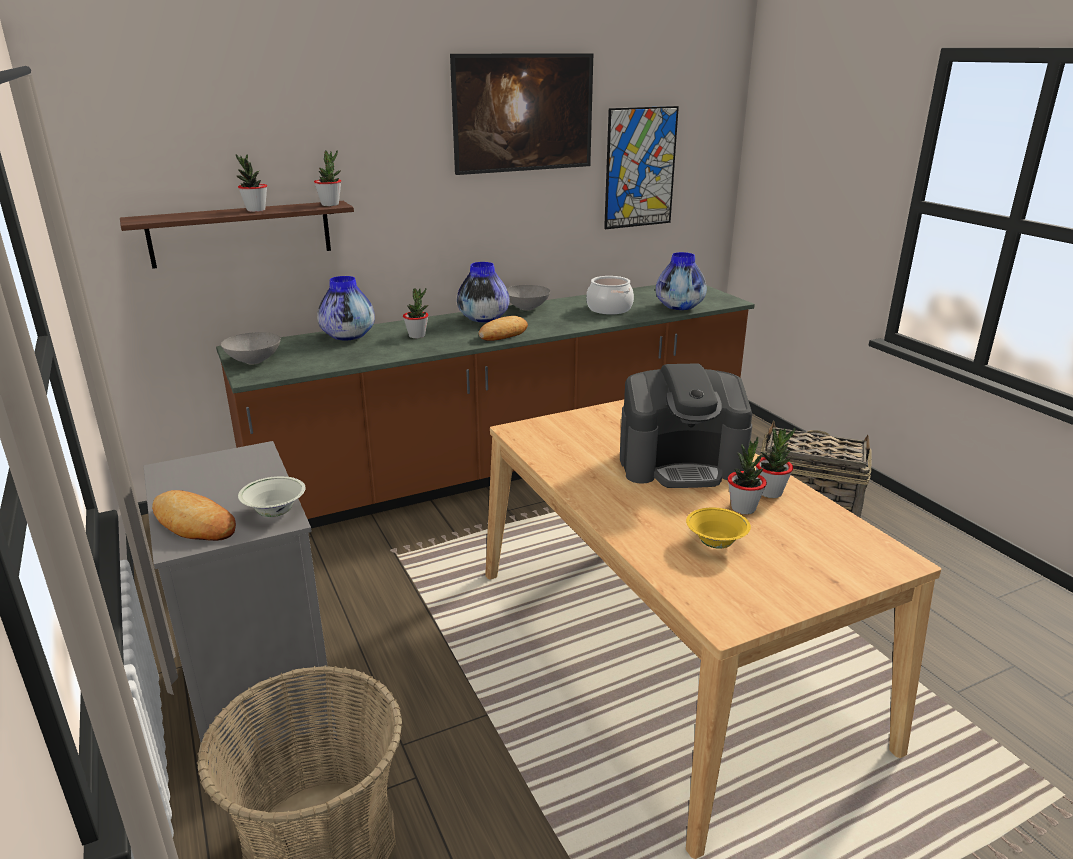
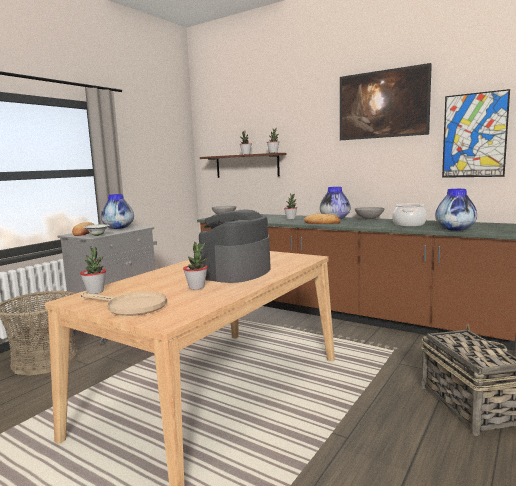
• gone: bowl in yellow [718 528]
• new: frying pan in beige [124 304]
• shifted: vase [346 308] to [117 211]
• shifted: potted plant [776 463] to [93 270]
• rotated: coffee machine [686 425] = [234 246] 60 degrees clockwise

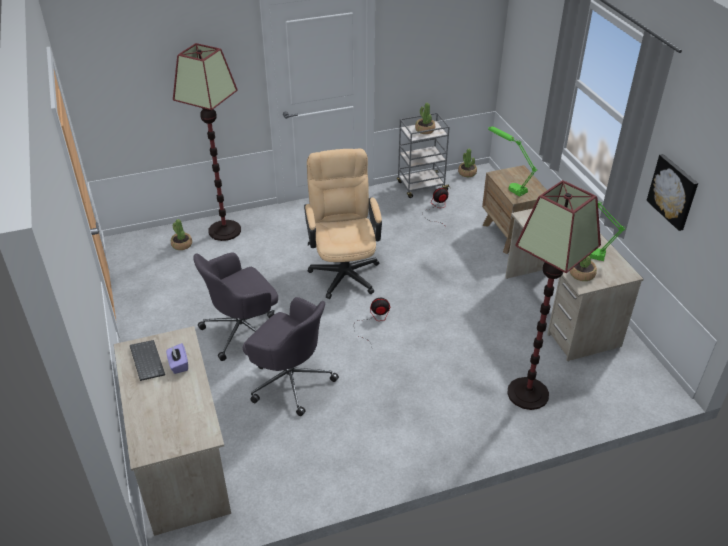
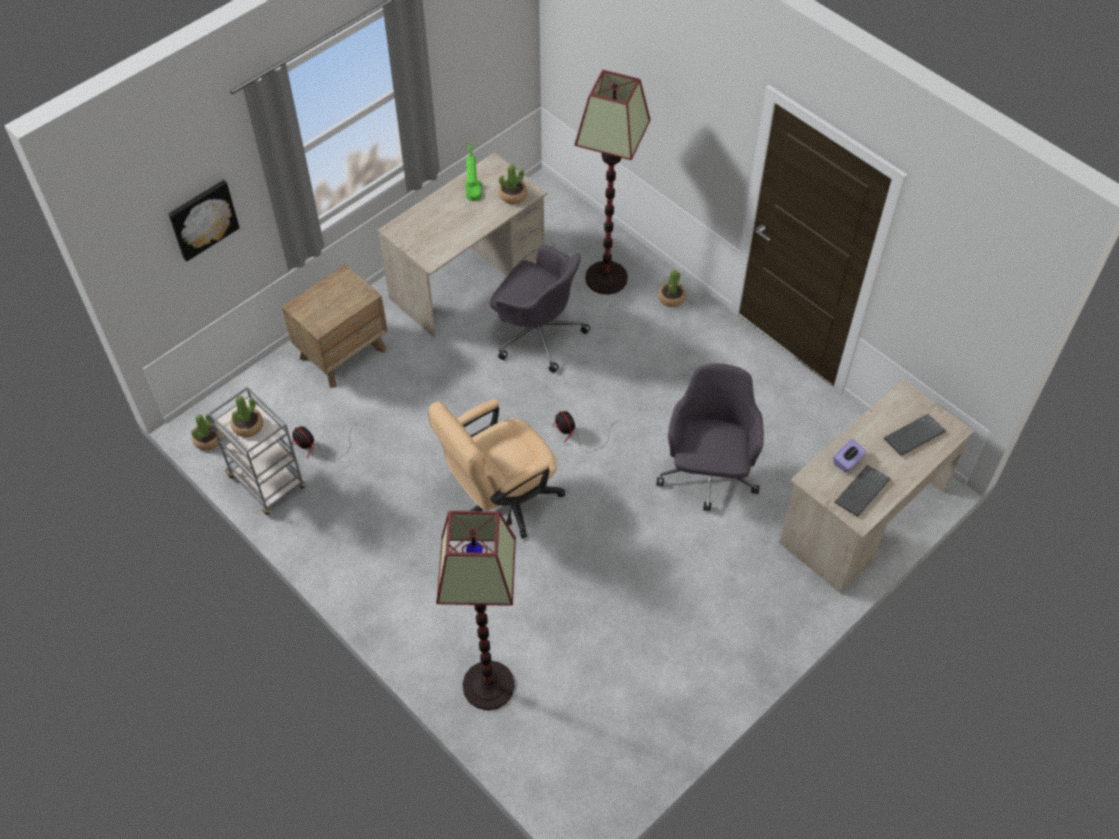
• gone: table lamp in green [512 162]
• new: keyboard [915 435]
• shifted: potted plant [181 234] to [672 288]
• shifted: office chair in grey [235 307] to [540 309]
• shifted: picture [672 192] to [204 220]

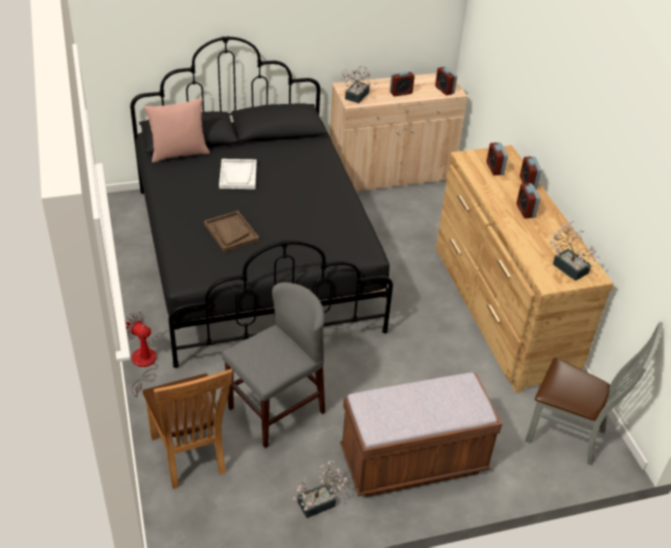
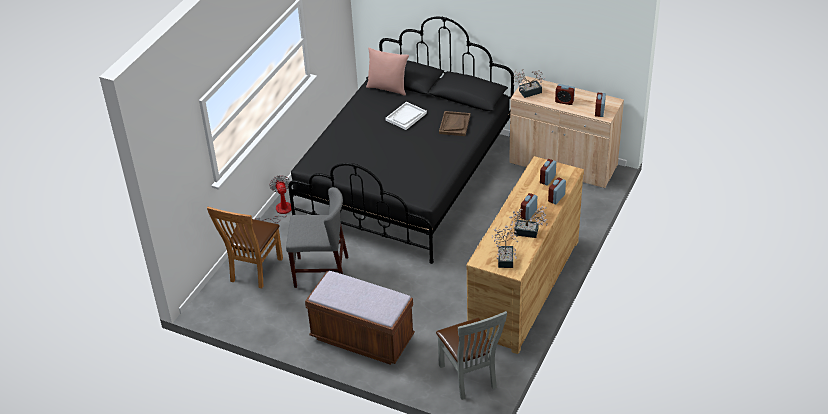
• shifted: tray in brown [231 231] to [455 123]
• shifted: potted plant [320 489] to [528 222]

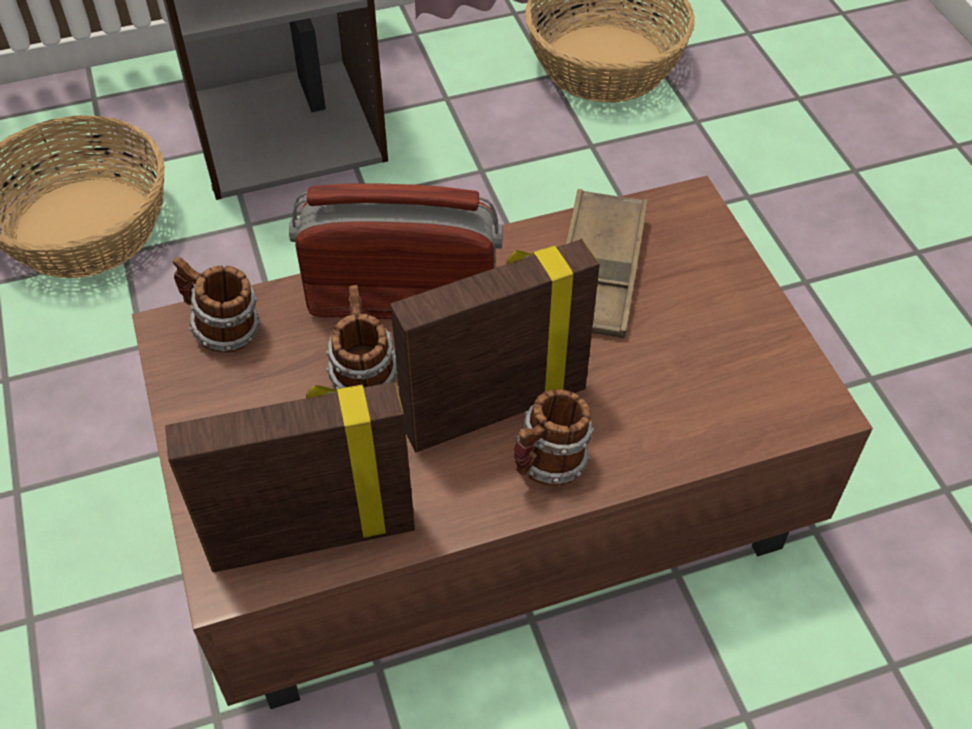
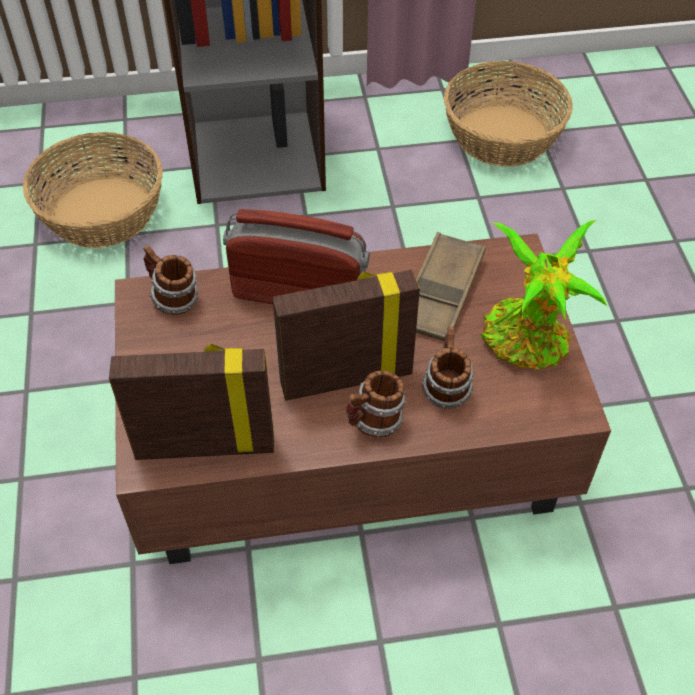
• new: potted plant [544 294]
• shifted: mug [361 337] to [447 368]

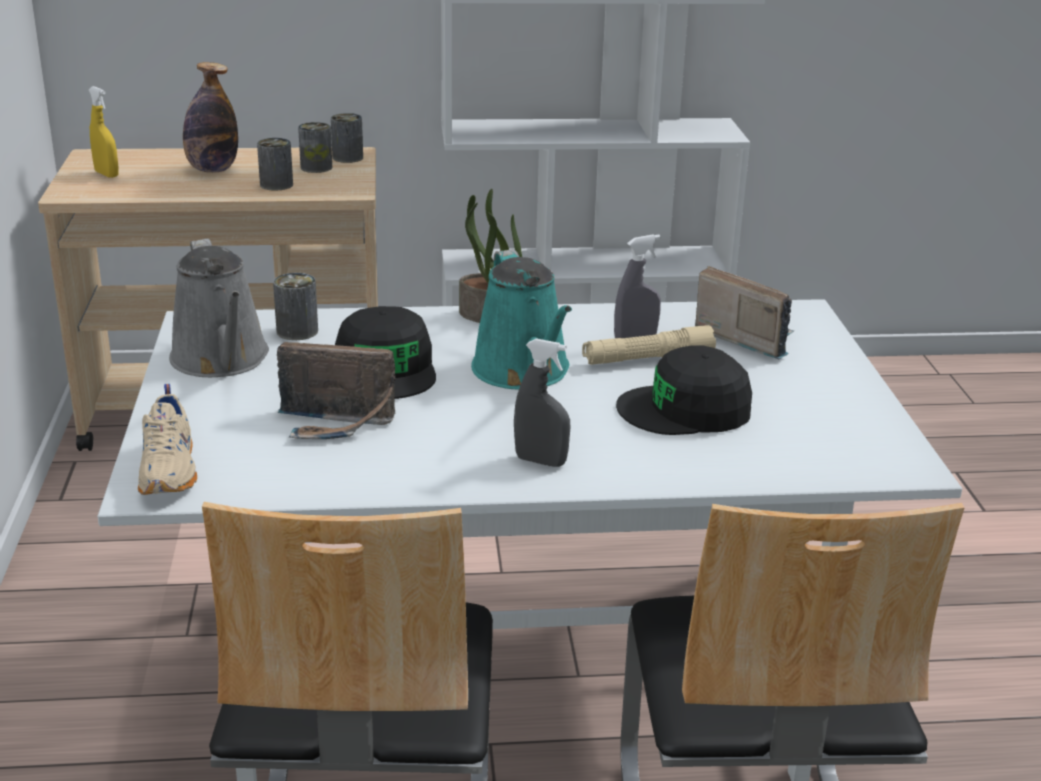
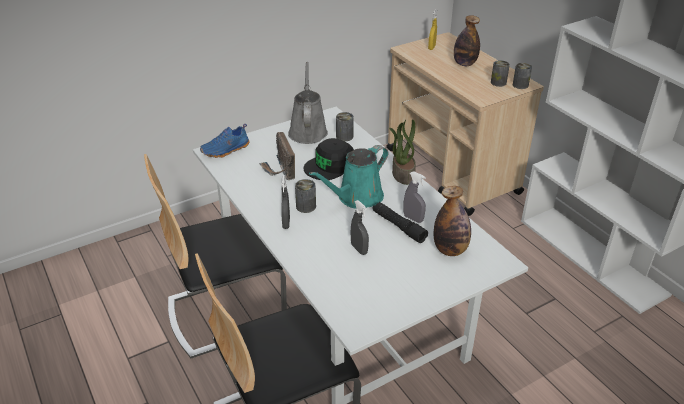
• shifted: can [275 164] to [305 196]
• swapped: cap in black [684 390] to spray bottle in grey [360 227]
• swapped: radio [744 313] to bottle [452 221]
• repainted: shoe in beige [167 439] to shoe in blue [224 141]
• repainted: flashlight in beige [649 345] to flashlight in black [400 222]
• rotated: watering can in grey [219 307] = [308 103] 135 degrees clockwise

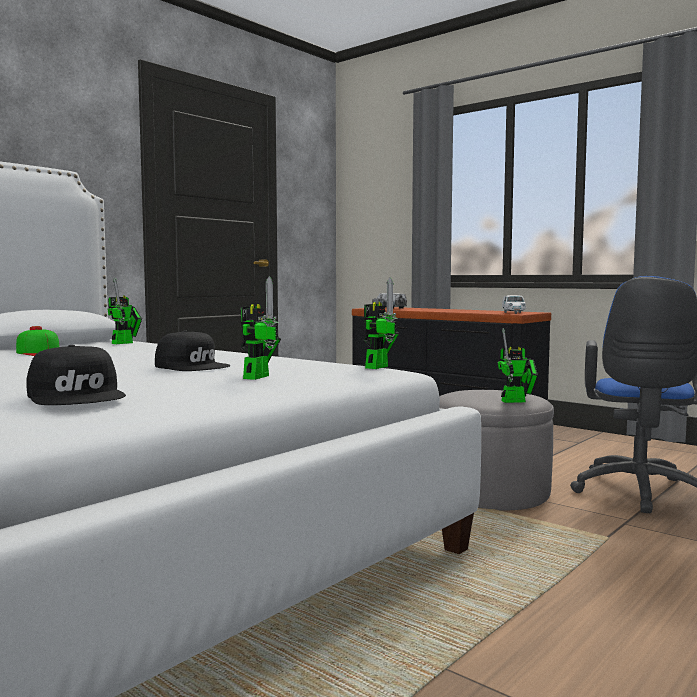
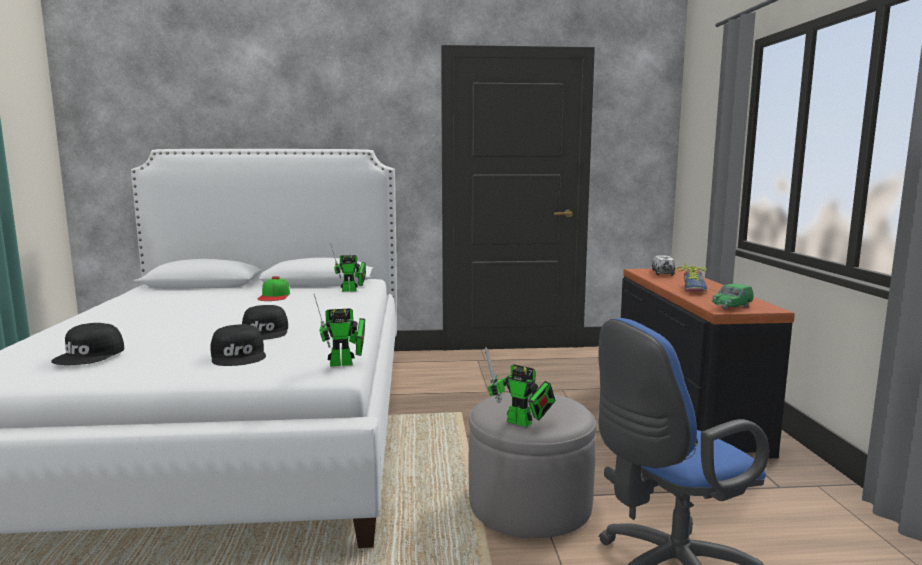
• new: shoe [692 277]
• swapped: toy robot [261 328] to cap in black [238 345]
• repainted: toy car in white [514 304] to toy car in green [733 296]

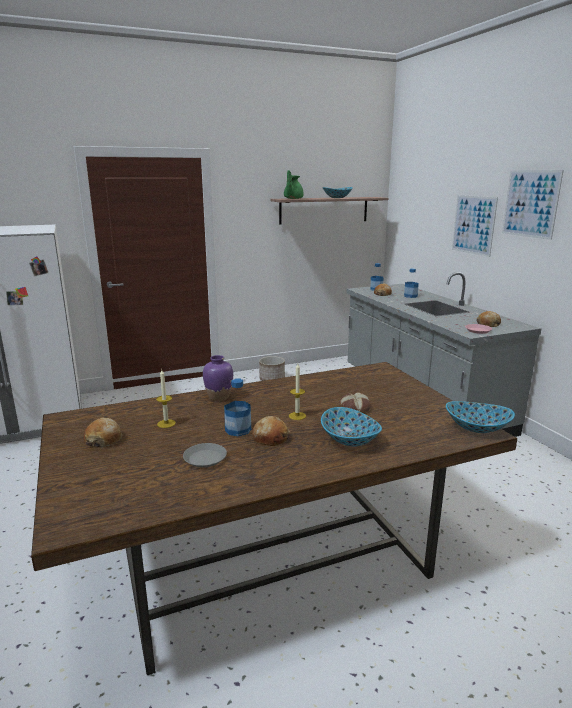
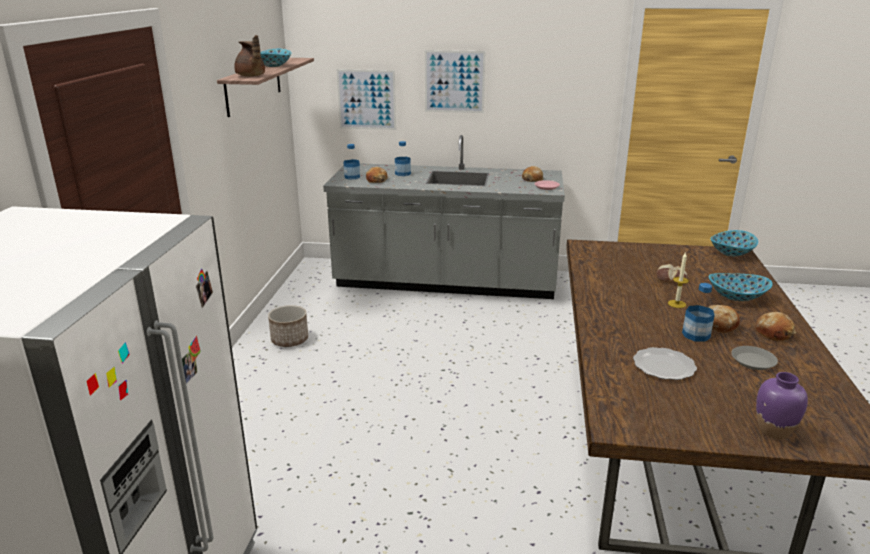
• shifted: bread [103 432] to [775 326]
• shifted: vase in purple [218 378] to [782 405]
• shifted: picture [533 205] to [366 99]
• swapped: candle [166 399] to plate [665 363]
• repainted: teapot in green [294 184] to teapot in brown [249 55]

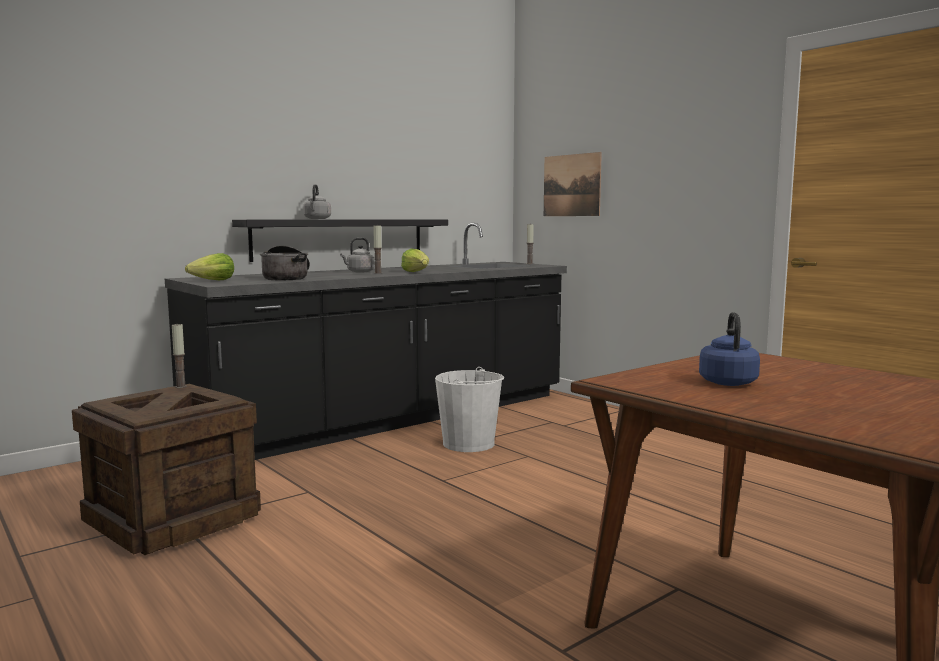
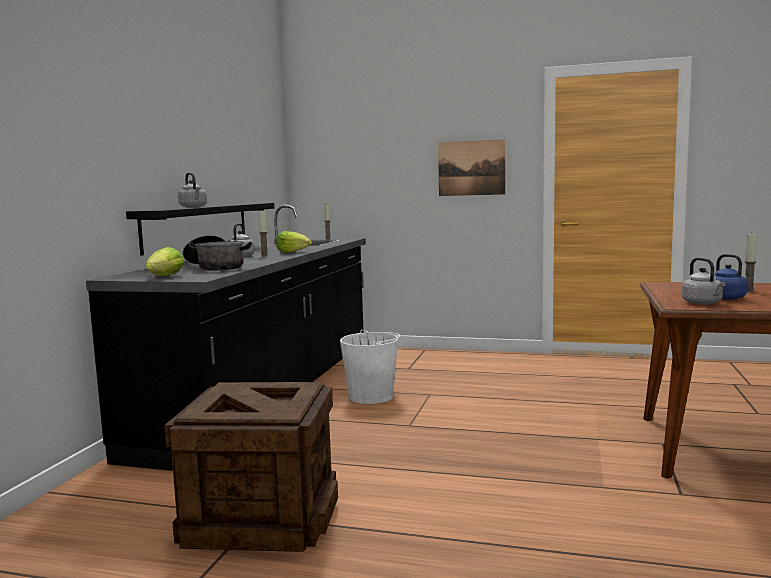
• new: kettle in grey [704 281]
• shifted: candle [179 356] to [751 263]
• shifted: picture [573 184] to [471 167]

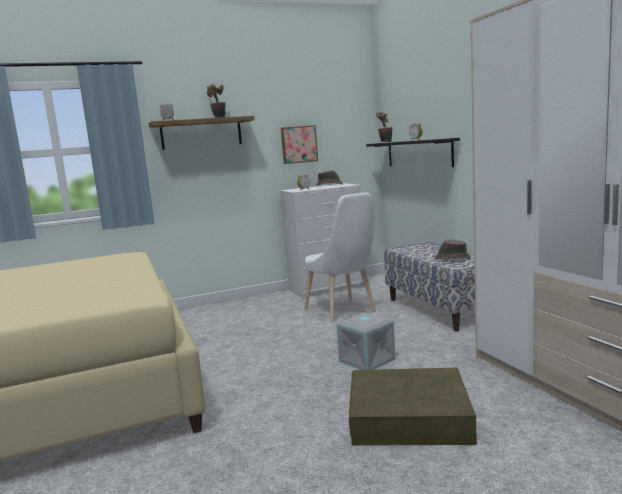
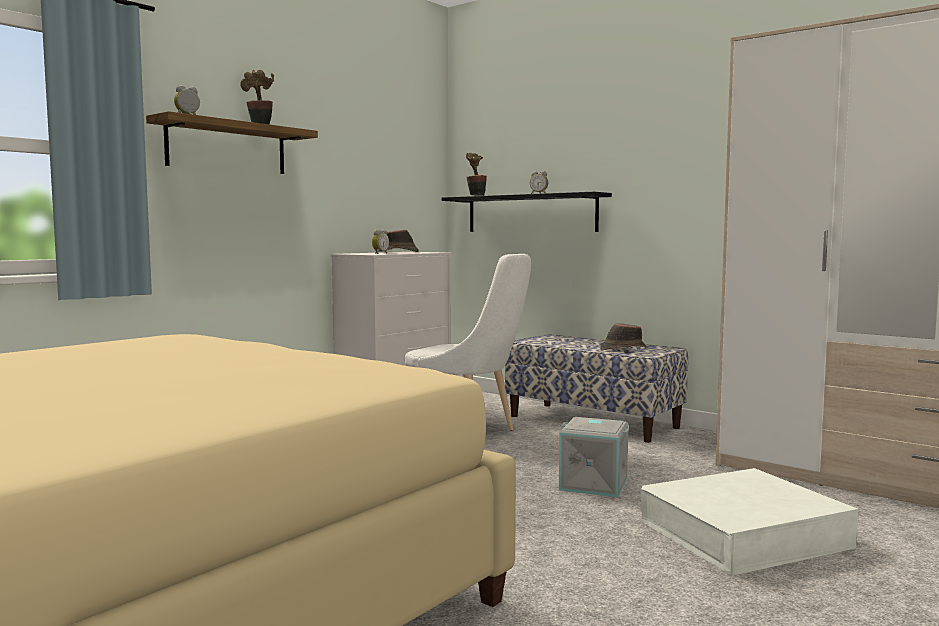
• gone: picture [299 144]
• repainted: storage box in brown [413 407] to storage box in white [749 522]

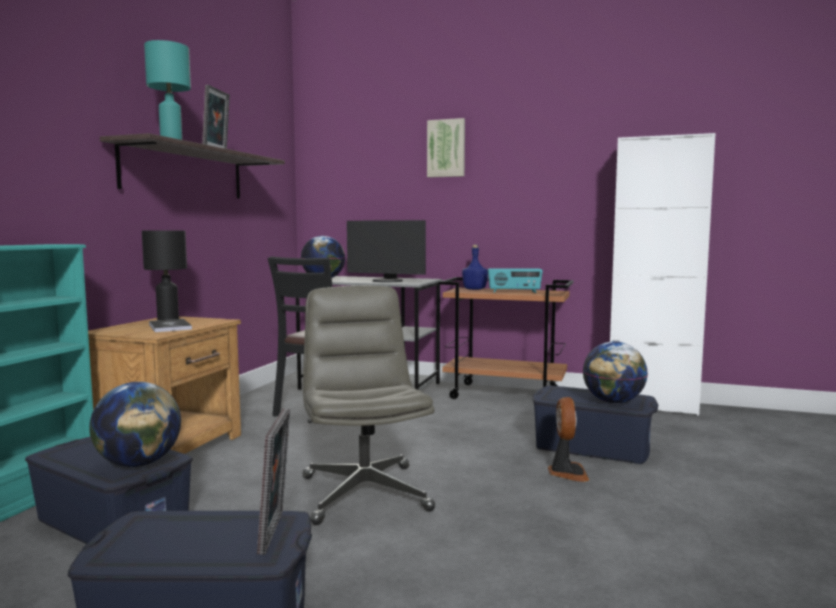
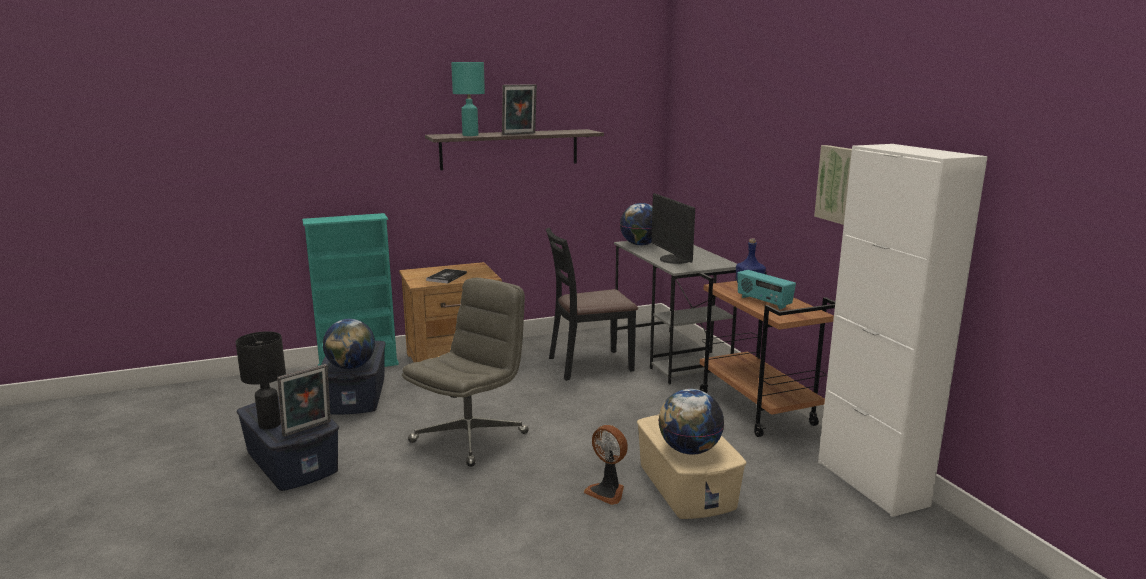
• shifted: table lamp in black [164 275] to [261 380]
• shifted: picture [446 148] to [833 185]
• repainted: storage box in blue [595 425] to storage box in beige [691 467]
• rotated: fan [568 439] = [606 465] 75 degrees clockwise

